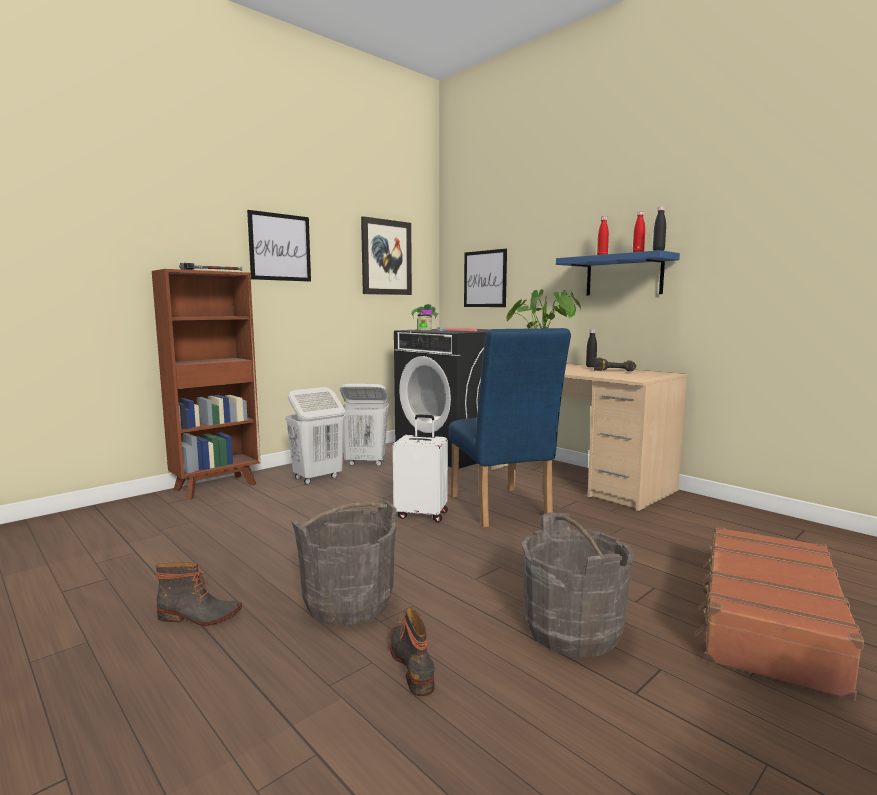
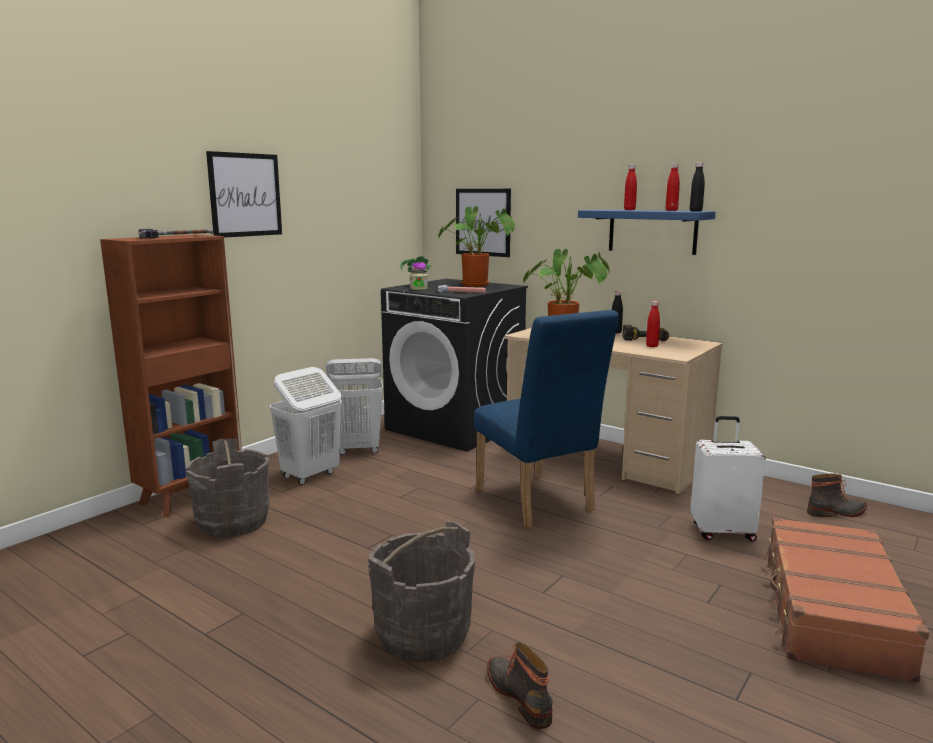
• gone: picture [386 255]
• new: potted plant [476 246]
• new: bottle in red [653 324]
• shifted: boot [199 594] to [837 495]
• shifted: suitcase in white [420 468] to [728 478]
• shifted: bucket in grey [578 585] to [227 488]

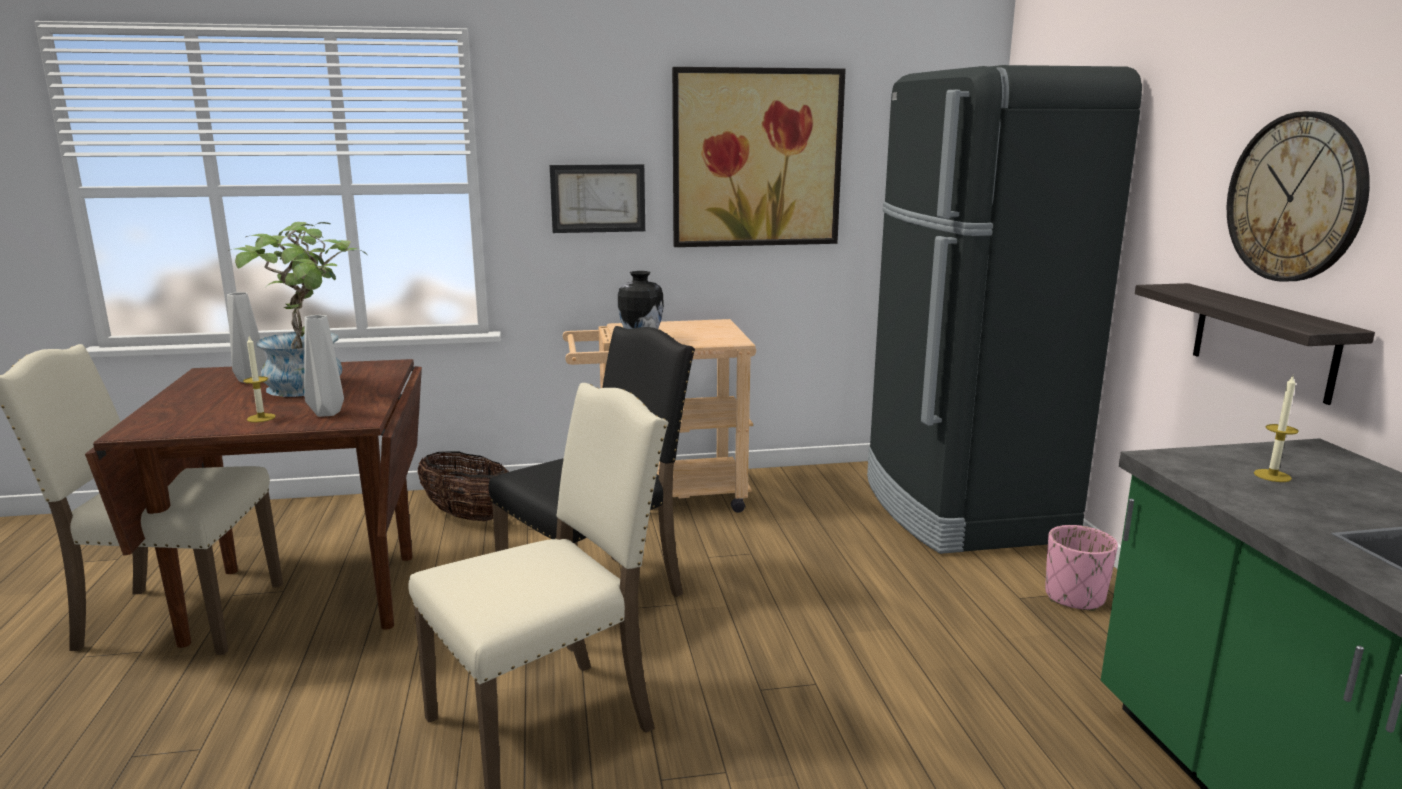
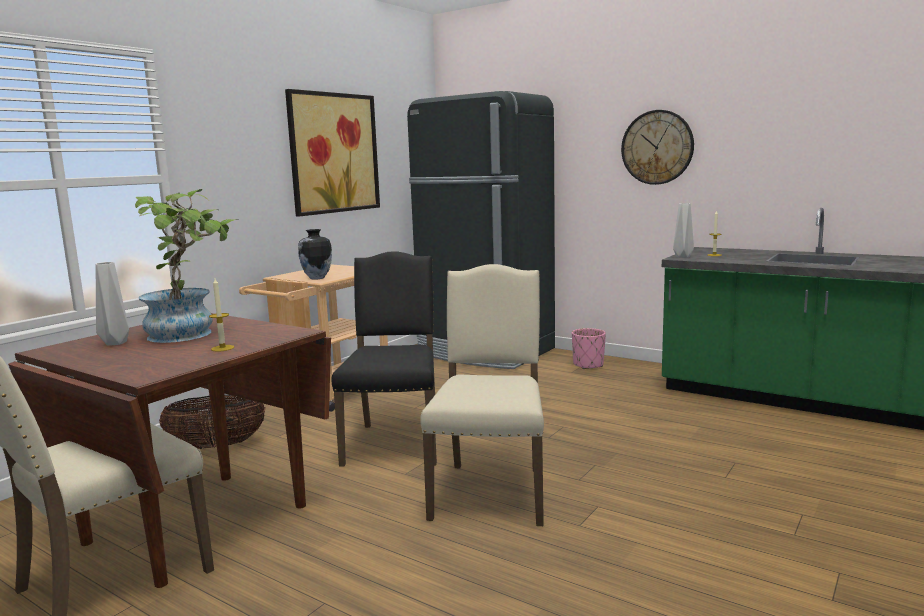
• gone: picture [597 198]
• gone: shelf [1255 344]
• shifted: vase in grey [324 366] to [683 230]

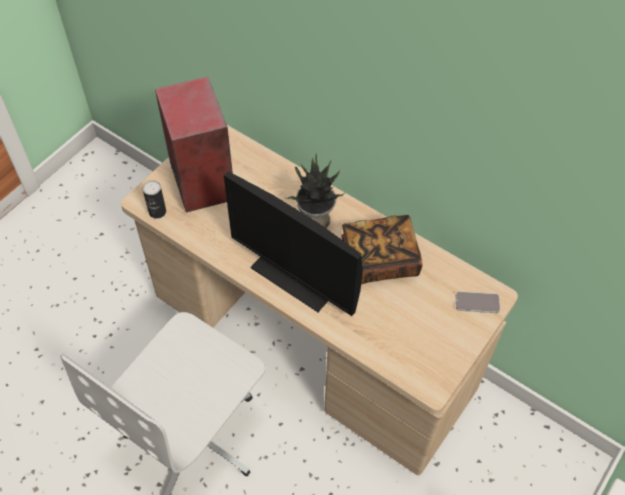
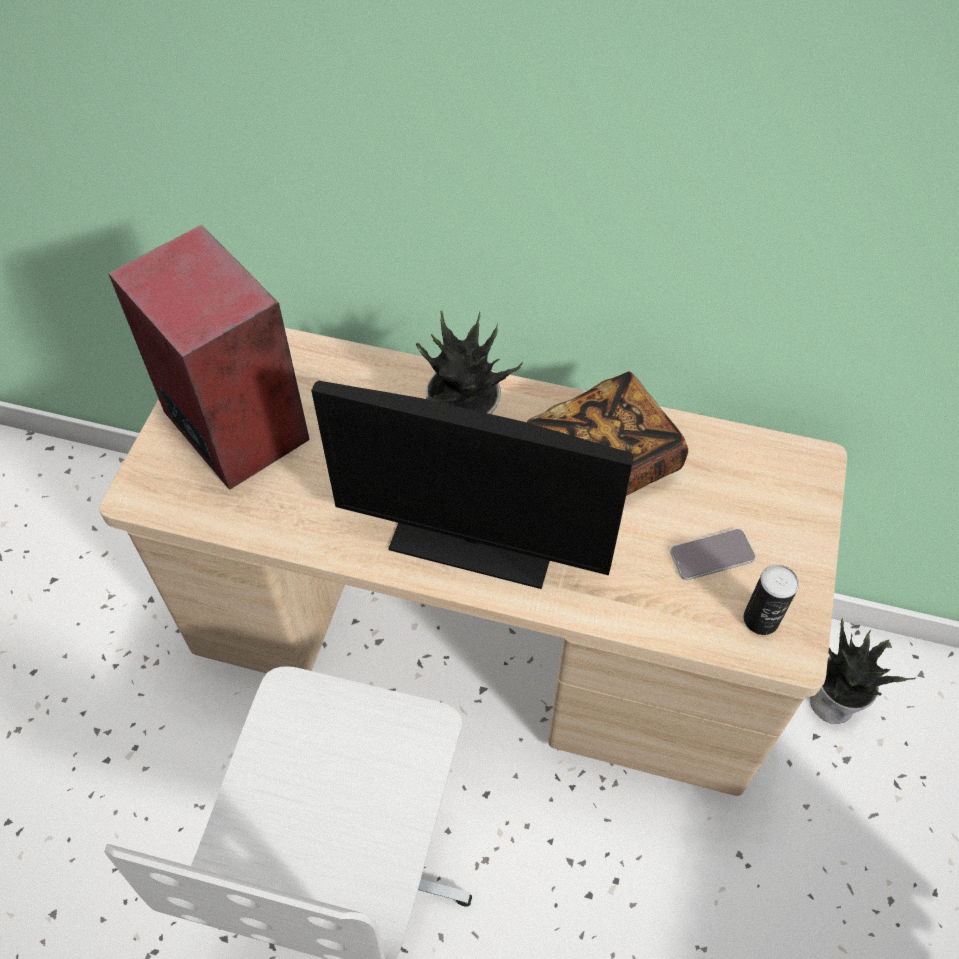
• new: potted plant [862 671]
• shifted: can [154 199] to [771 600]
• shifted: phone [478 302] to [713 554]

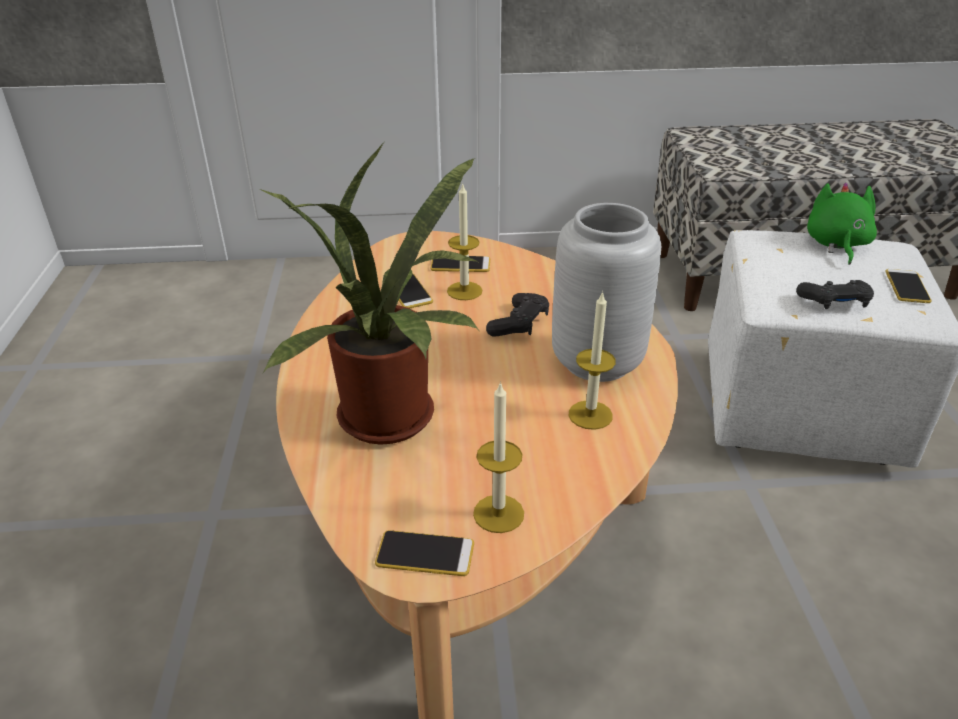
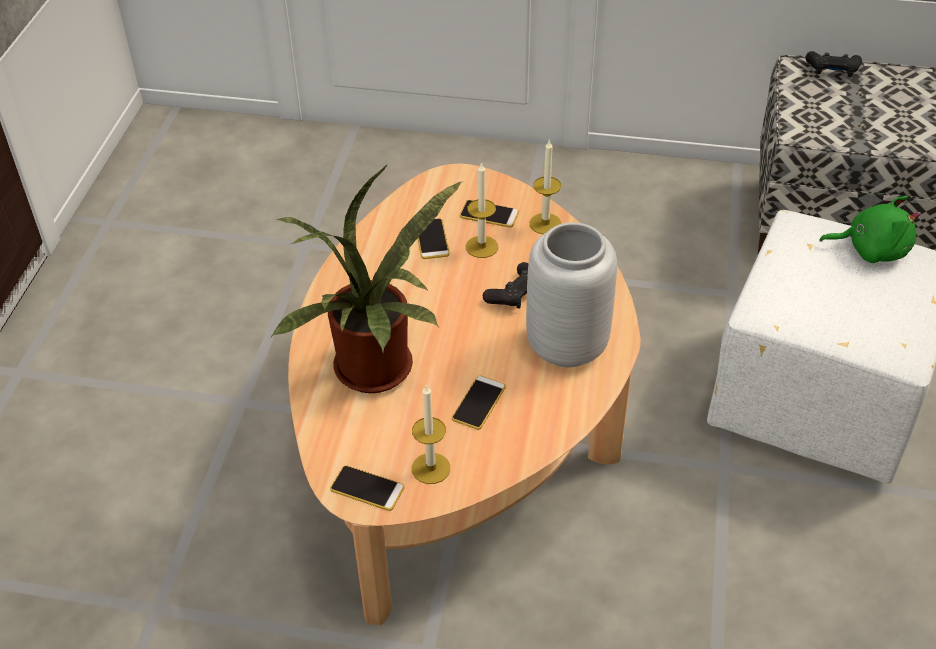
• shifted: candle [592 360] to [545 187]
• shifted: game controller in black [835 294] to [833 64]
• shifted: phone [908 286] to [479 403]
• rotated: plush toy in green [842 223] = [870 229] 75 degrees clockwise

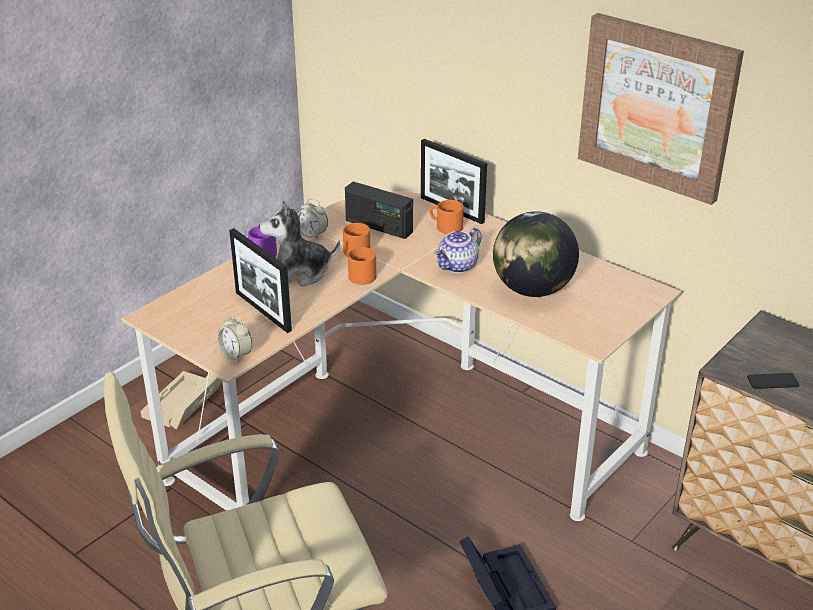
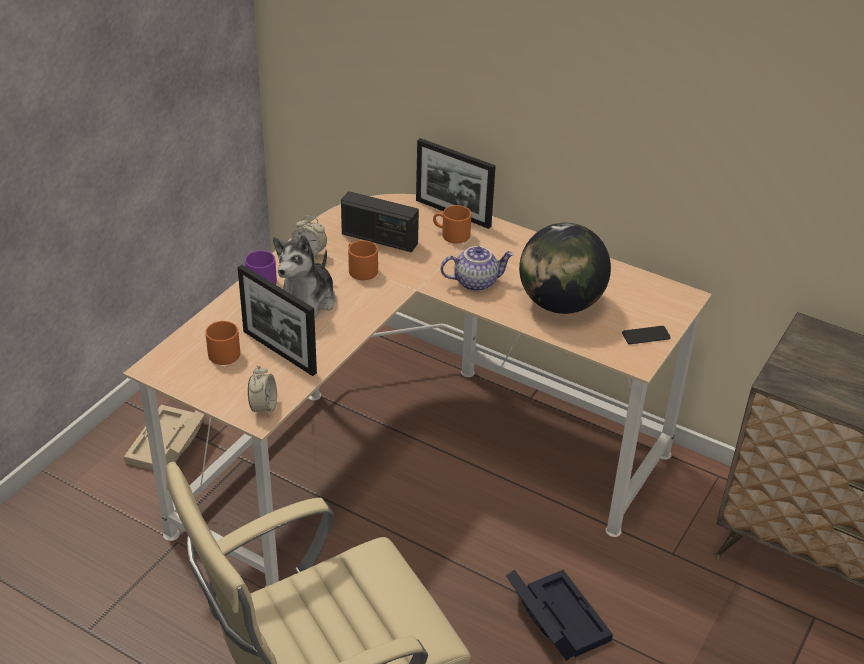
• gone: picture [661 109]
• shifted: mug in orange [362 266] to [222 343]
• shifted: phone [773 381] to [646 335]
• rotated: alarm clock [234 339] = [262 391] 120 degrees counterclockwise
• rotated: plush toy [299 243] = [304 277] 45 degrees counterclockwise
• rotated: teapot [457 250] = [477 268] 135 degrees counterclockwise

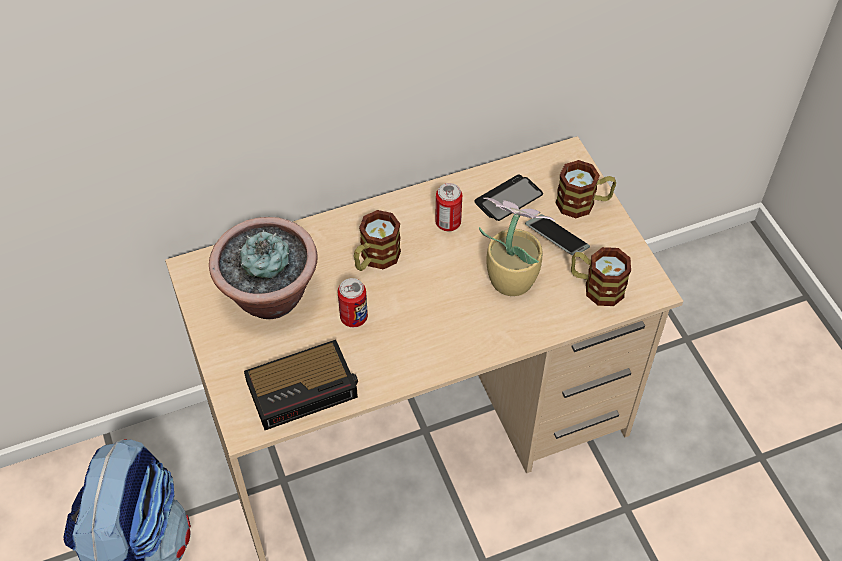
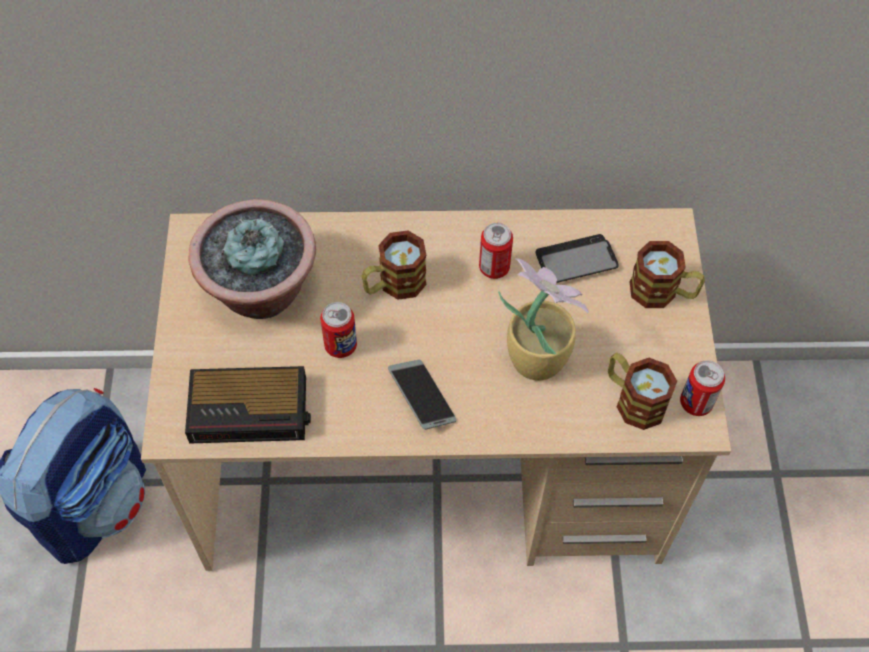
• new: can [702 388]
• shifted: phone [557 235] to [422 395]

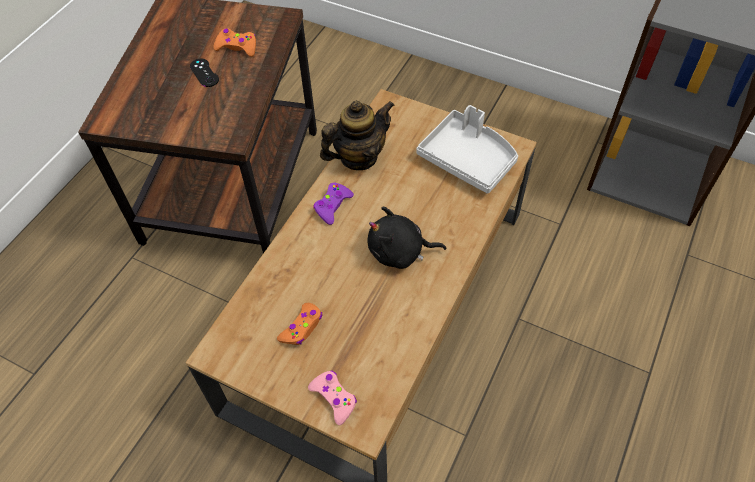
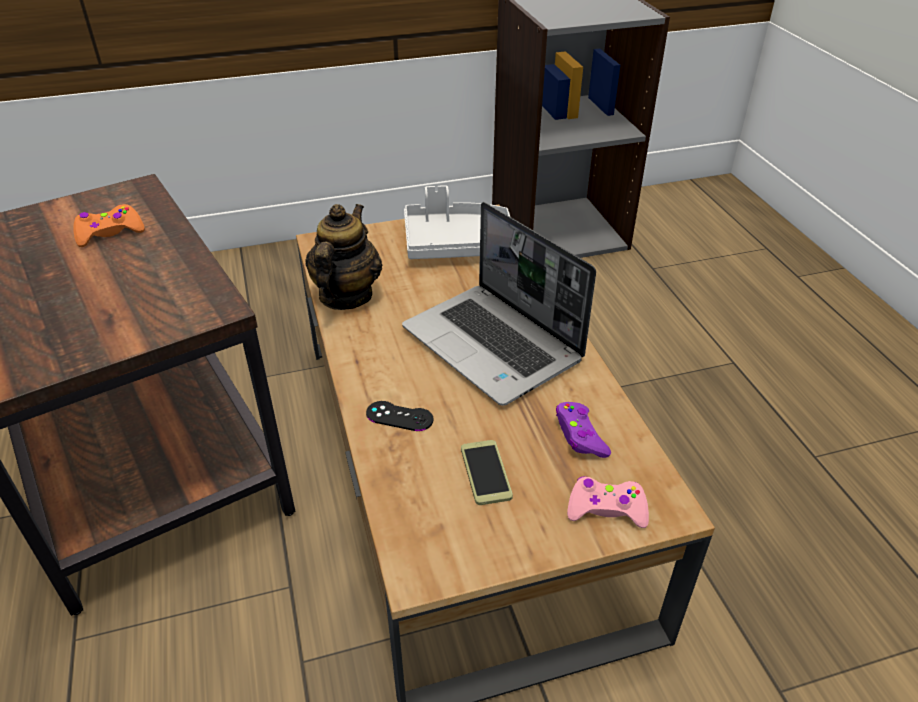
• shifted: game controller in black [204 73] to [400 416]
• shifted: game controller in purple [333 204] to [583 430]
• swapped: game controller in orange [299 324] to phone [487 472]
• swapped: plush toy in black [406 238] to laptop [499 304]

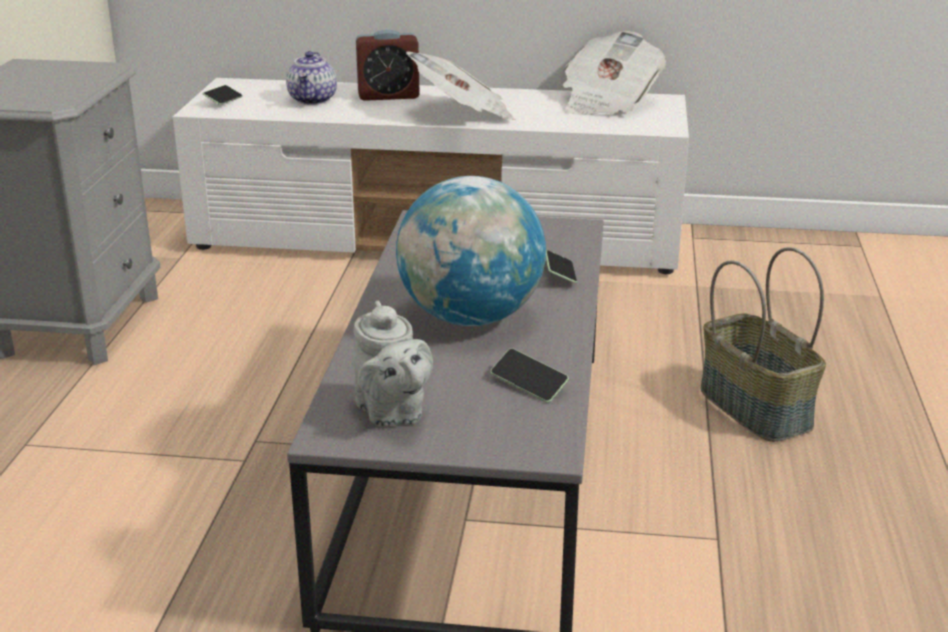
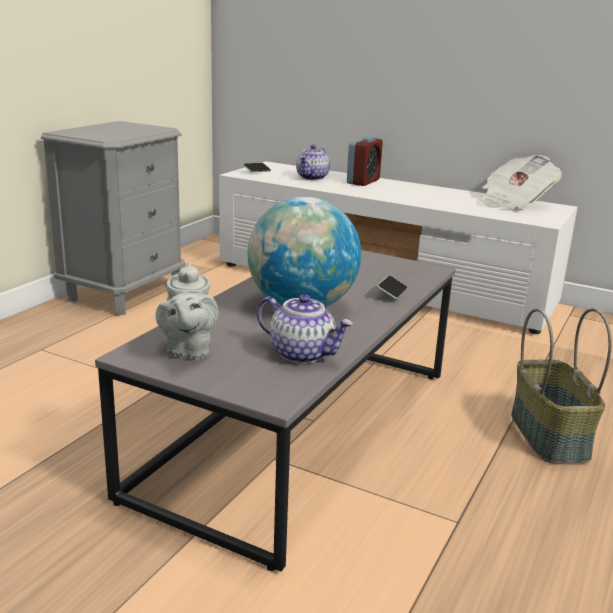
• gone: newspaper [460 85]
• swapped: phone [529 375] to teapot [305 329]
• rotated: alarm clock [388 65] = [365 161] 75 degrees counterclockwise

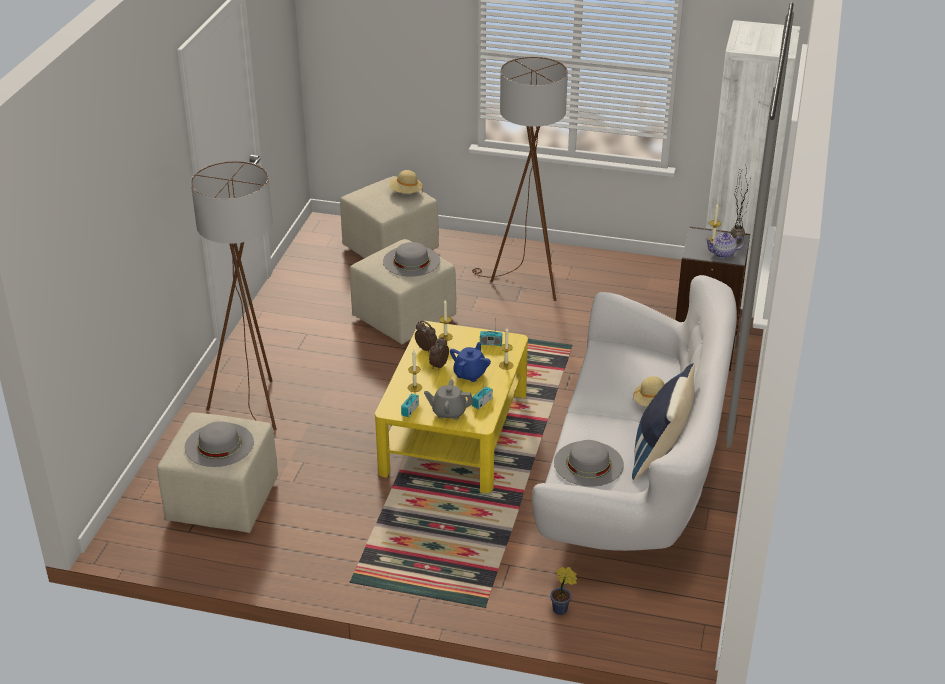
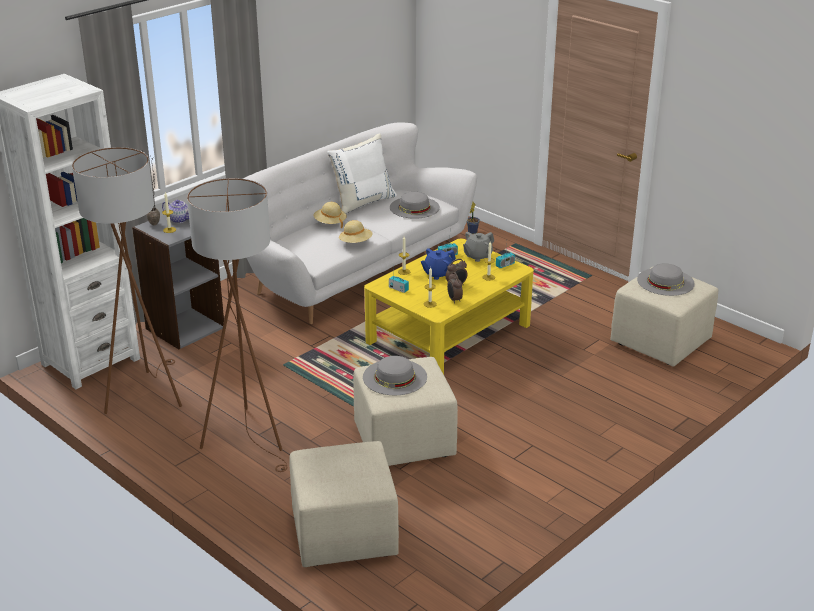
• shifted: floor lamp in brown [234 296] to [127 280]
• shifted: hat in beige [406 181] to [356 231]
• repainted: pillow in blue [663 421] to pillow in white [362 173]
• rotated: teapot in grey [449 399] = [478 247] 105 degrees clockwise

